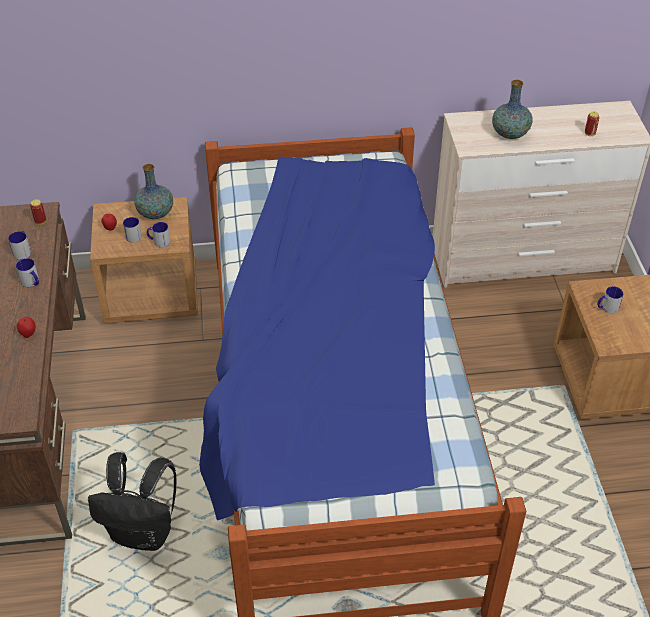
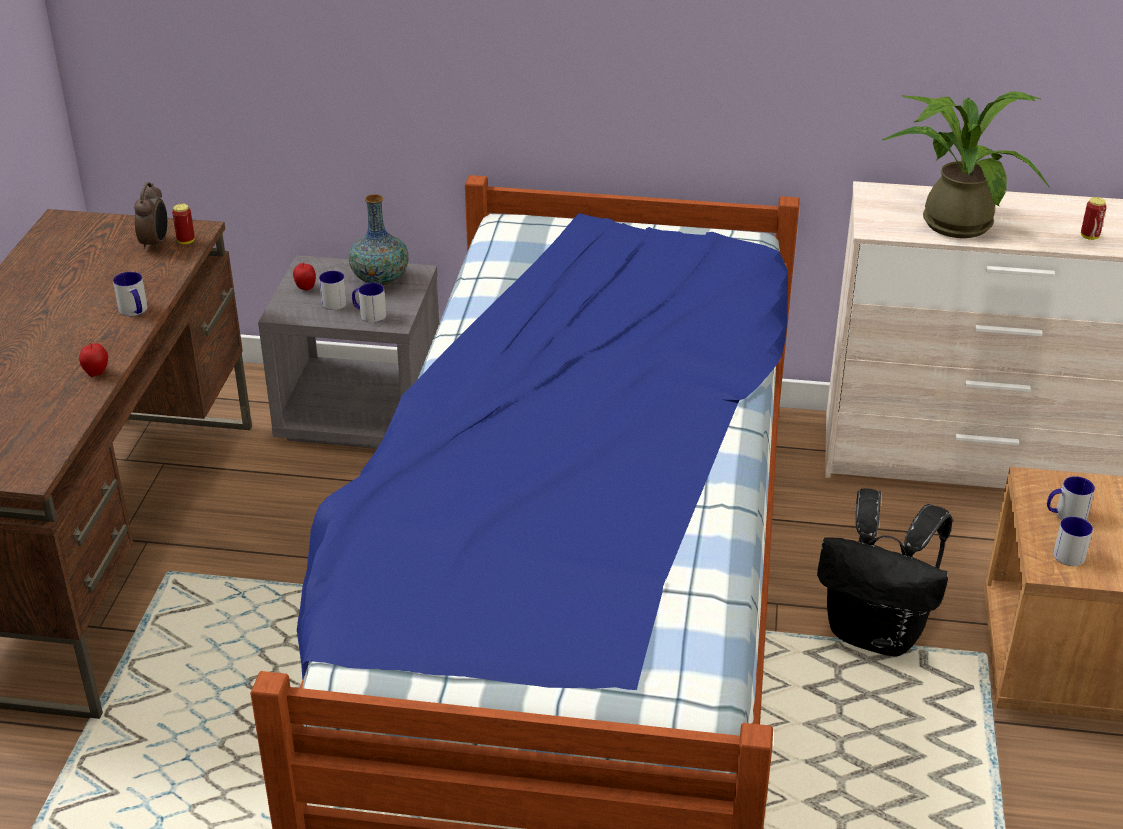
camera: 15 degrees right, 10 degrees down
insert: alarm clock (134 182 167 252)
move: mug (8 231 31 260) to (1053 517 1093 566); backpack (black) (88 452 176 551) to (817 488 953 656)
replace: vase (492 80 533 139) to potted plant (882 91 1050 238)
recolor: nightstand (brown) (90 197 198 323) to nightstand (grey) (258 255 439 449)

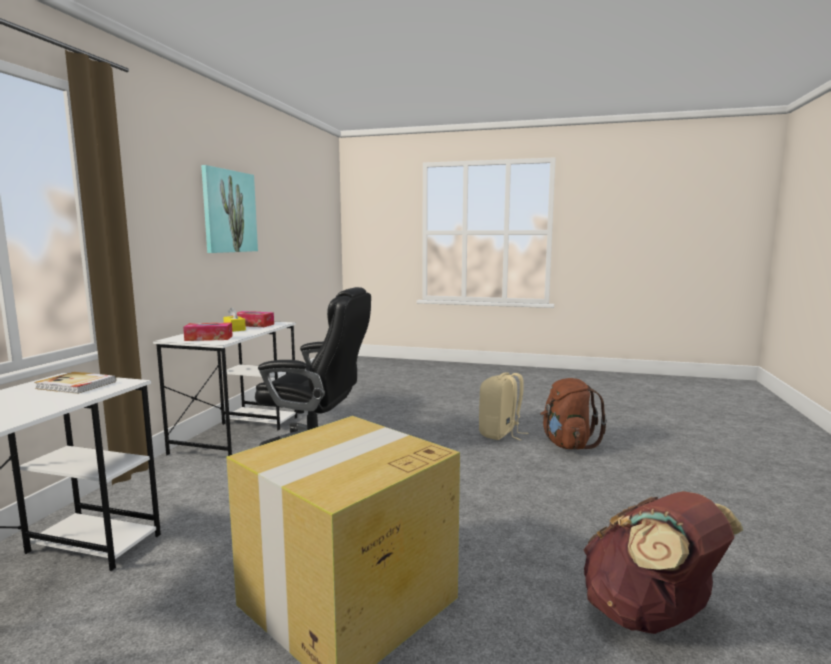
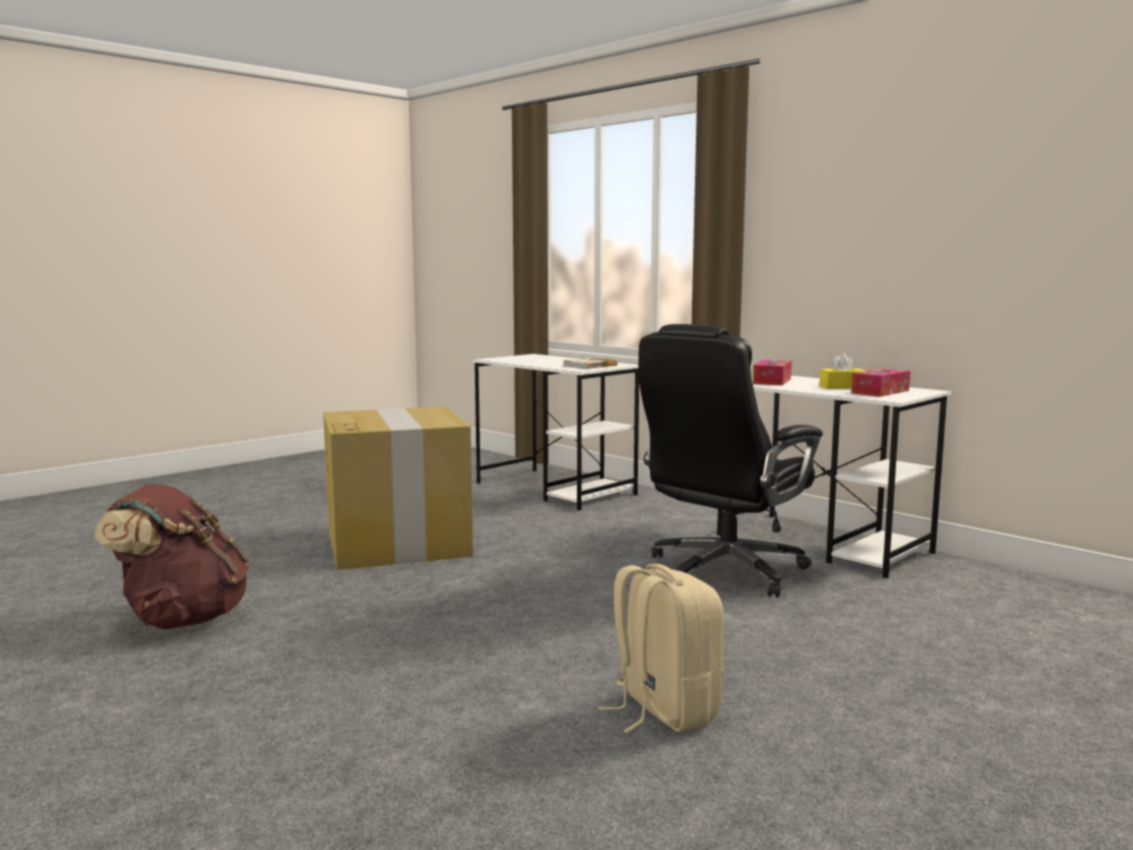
camera: 120 degrees right, 0 degrees up
delete: picture (201 165 258 253); backpack (brown) (540 378 607 449)

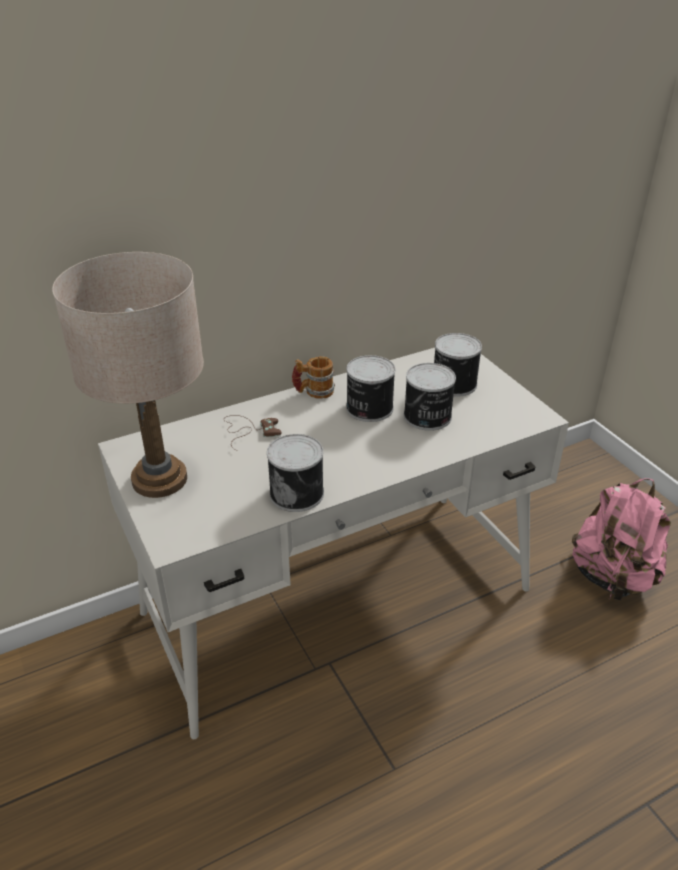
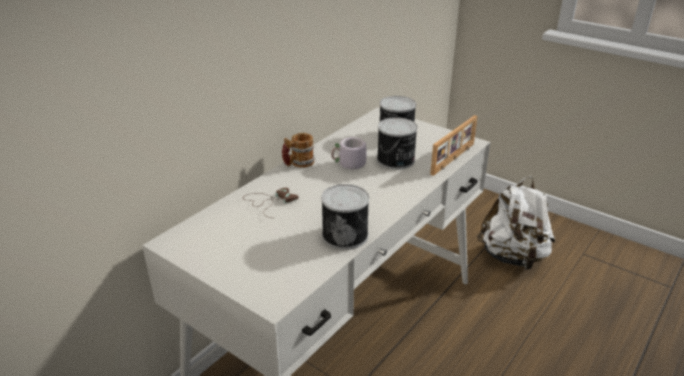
camera: 25 degrees left, 5 degrees down
delete: table lamp (beige) (52 252 204 498)
insert: picture frame (430 115 477 176)
replace: can (346 355 395 422) to mug (grey) (331 137 370 172)
recolor: backpack (pink) (572 478 671 600) to backpack (white) (477 176 555 270)

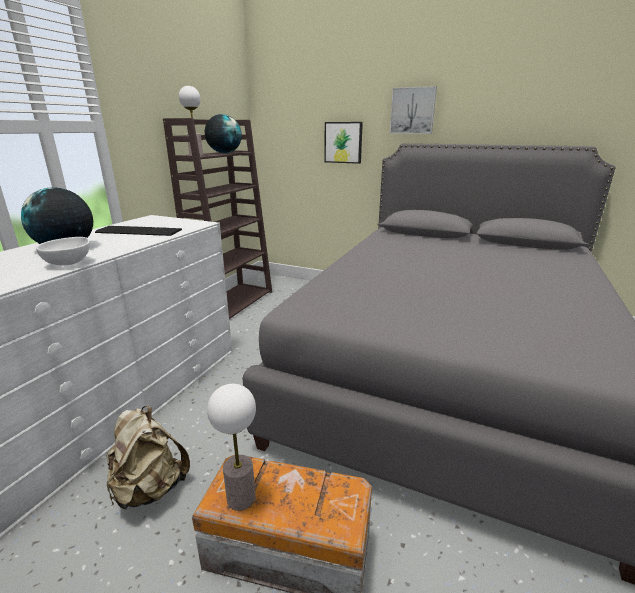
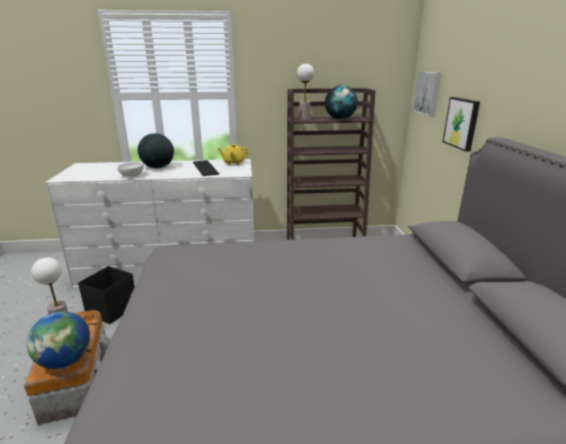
camera: 60 degrees right, 0 degrees up
insert: globe (27 311 90 369); teapot (yellow) (218 144 249 165)
move: picture (390 86 437 134) to (413 72 441 116)
replace: backpack (beige) (107 406 190 510) to storage box (black) (78 266 135 324)

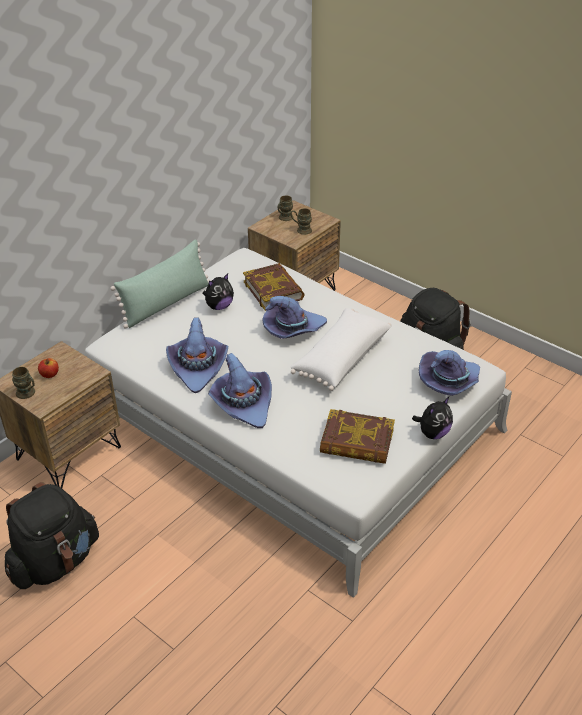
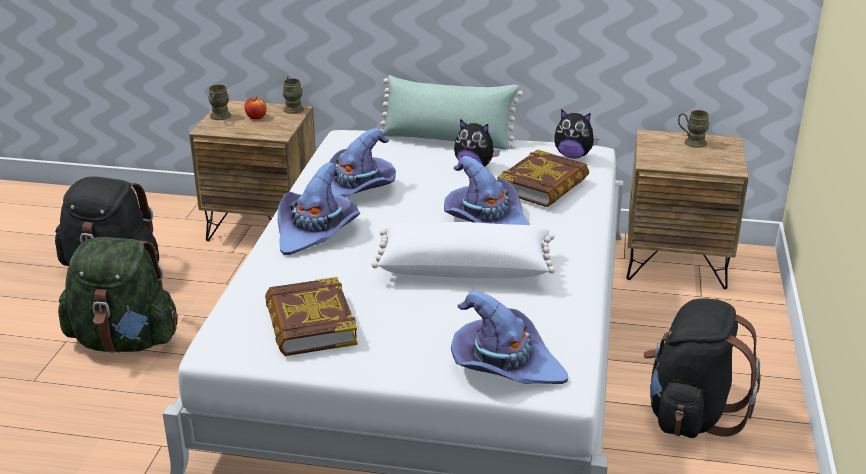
camera: 60 degrees right, 10 degrees down
insert: backpack (green) (58 237 178 353)
move: mug (brown) (291 208 312 235) to (282 76 304 114); plush toy (412 397 453 439) to (554 109 599 159)

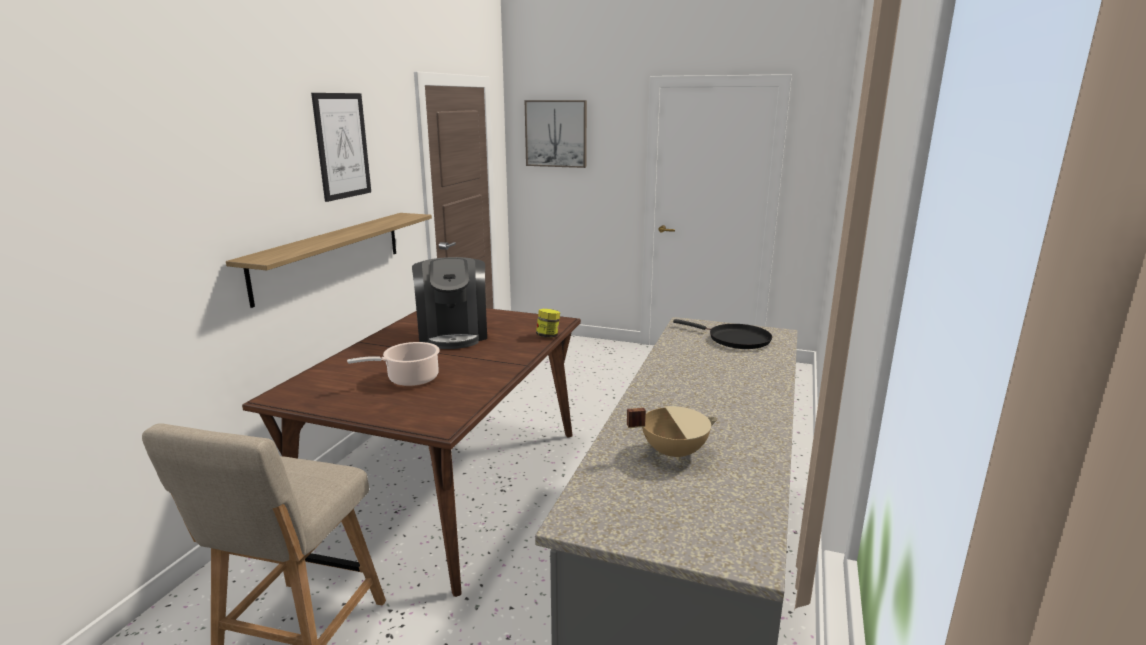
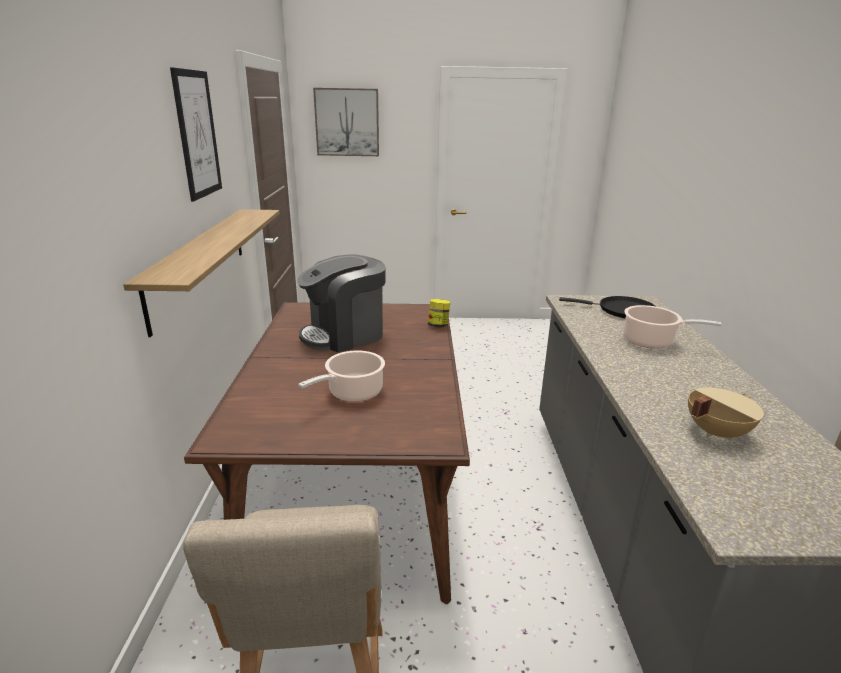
camera: 20 degrees left, 5 degrees up
insert: cooking pot (623 305 721 349)
rotate: coffee machine (412 257 487 349) = (297 254 385 352) 90 degrees clockwise

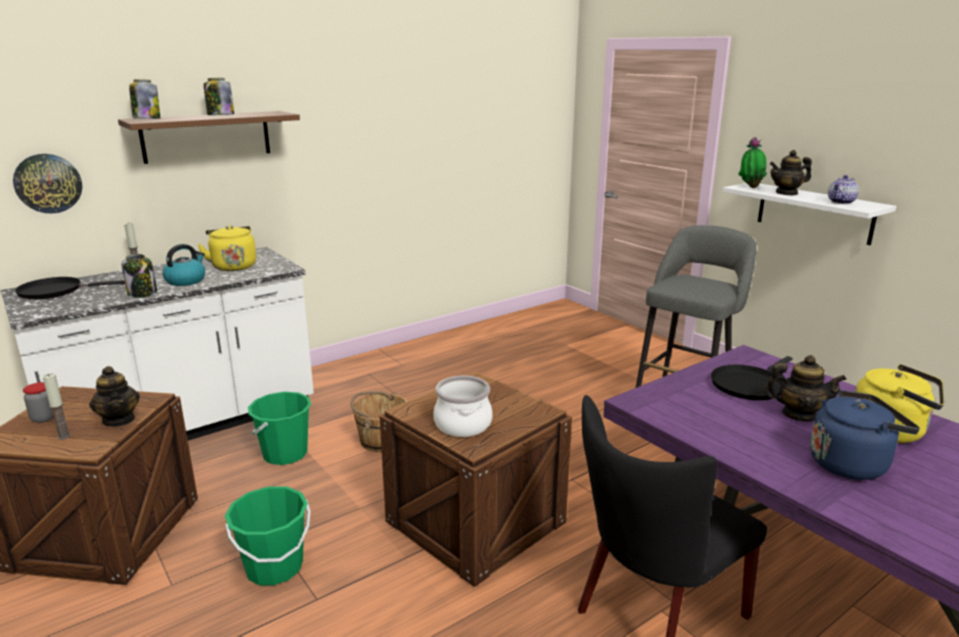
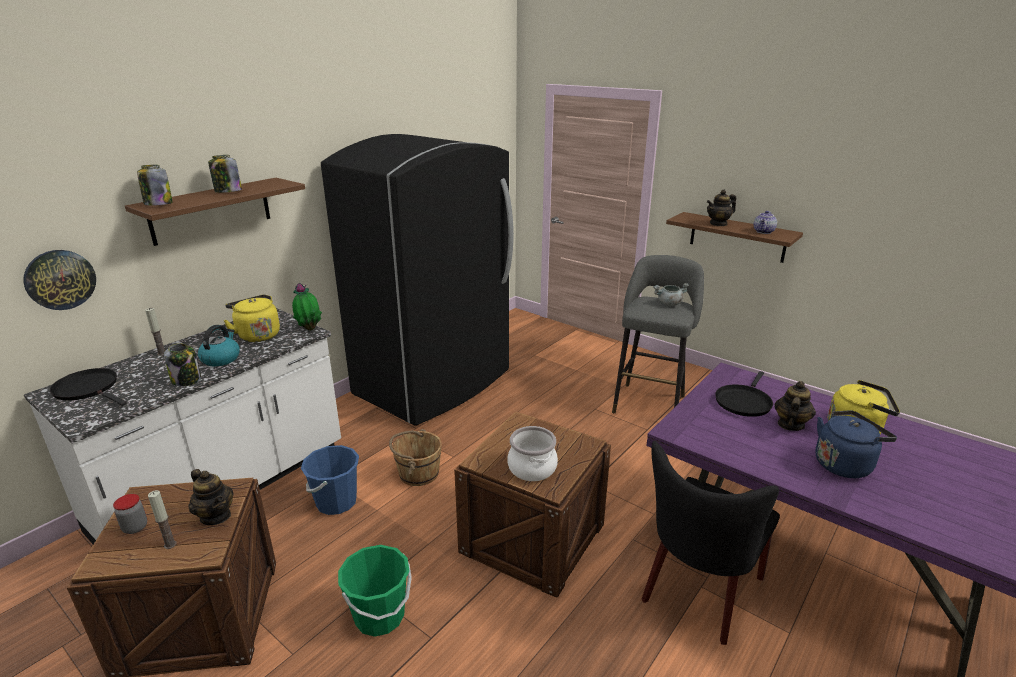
camera: 15 degrees left, 5 degrees up
insert: fridge (black) (321 134 514 426); cooking pot (grey) (653 283 689 306)
move: potted plant (738 137 767 188) to (292 283 322 331)
recolor: bucket (green) (248 392 311 465) to bucket (blue) (301 445 359 515); shelf (white) (722 183 897 245) to shelf (brown) (666 212 803 263)
rotate: frying pan (black) (15 277 125 299) = (50 368 127 406) 60 degrees clockwise; teapot (764 355 847 422) = (775 381 816 431) 60 degrees counterclockwise

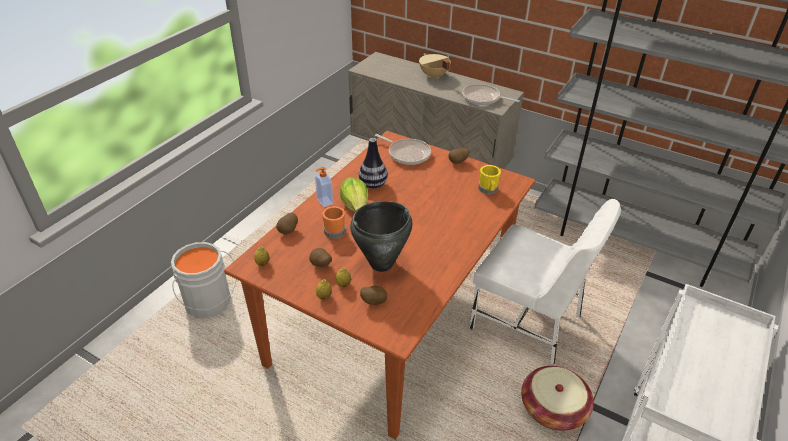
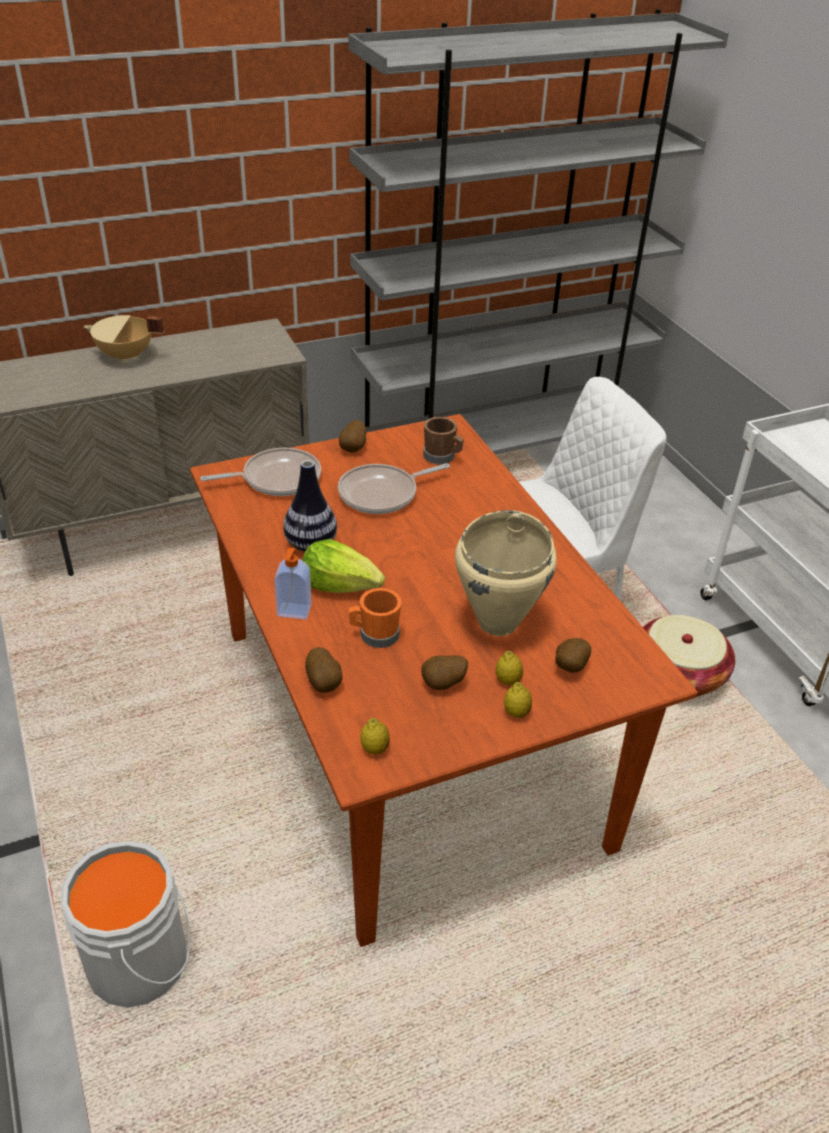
camera: 55 degrees left, 0 degrees up
move: frying pan (462 84 520 105) to (338 463 450 514)
recolor: cooking pot (black) (350 201 412 272) to cooking pot (beige) (455 510 557 636); mug (yellow) (479 165 501 194) to mug (brown) (423 417 464 464)

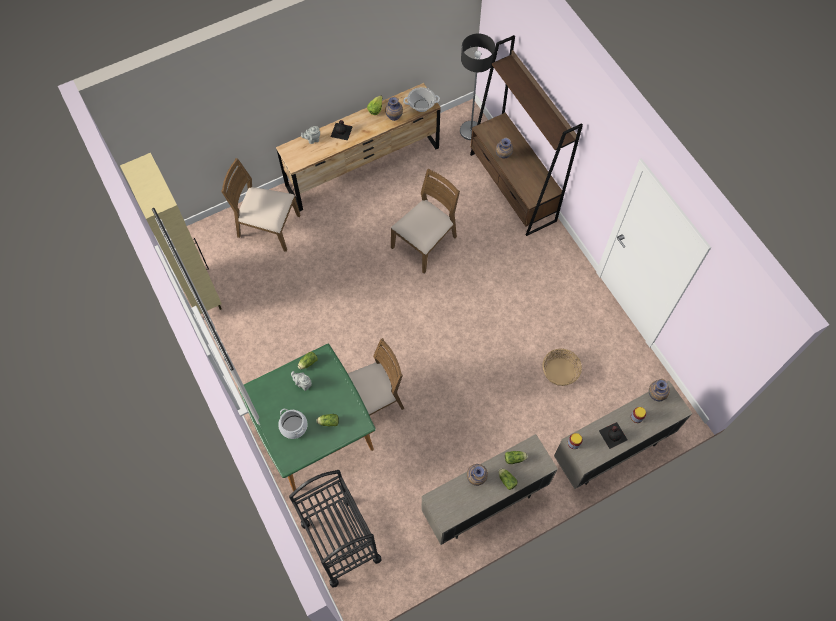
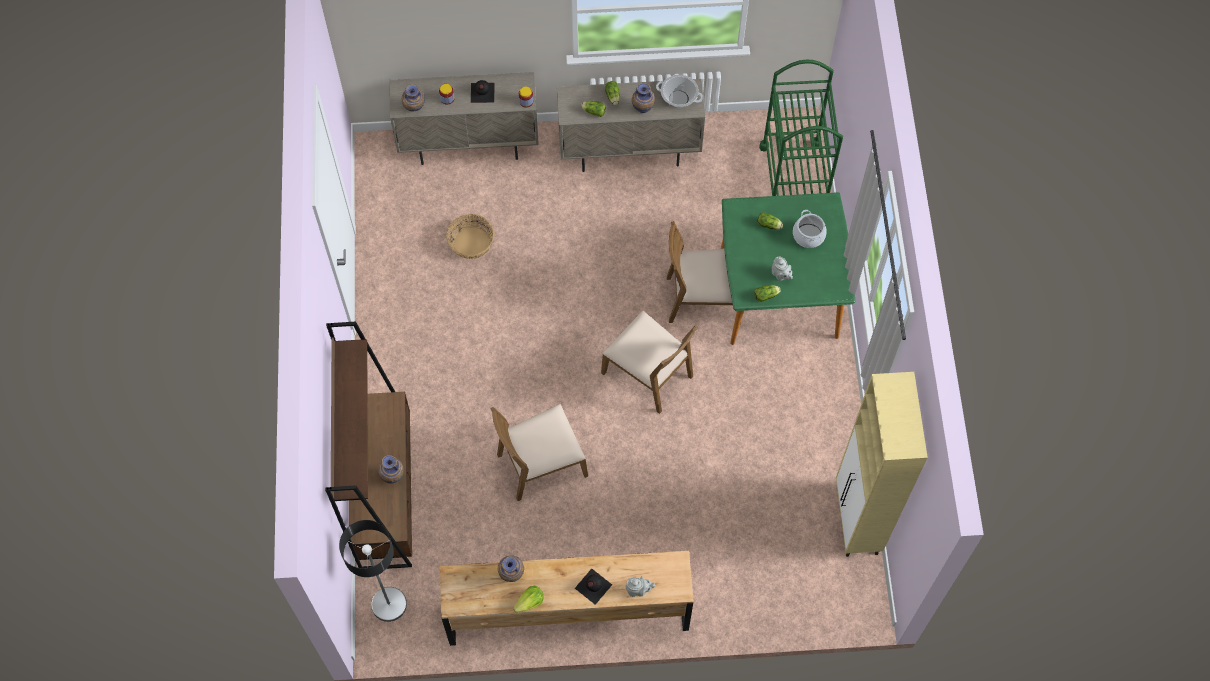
camera: 155 degrees left, 0 degrees up
move: chair (brown) (221 158 300 252) to (601 311 699 414); cooking pot (403 87 440 112) to (656 75 703 108)
recolor: cart (black) (289 470 382 587) to cart (green) (759 60 843 196)

